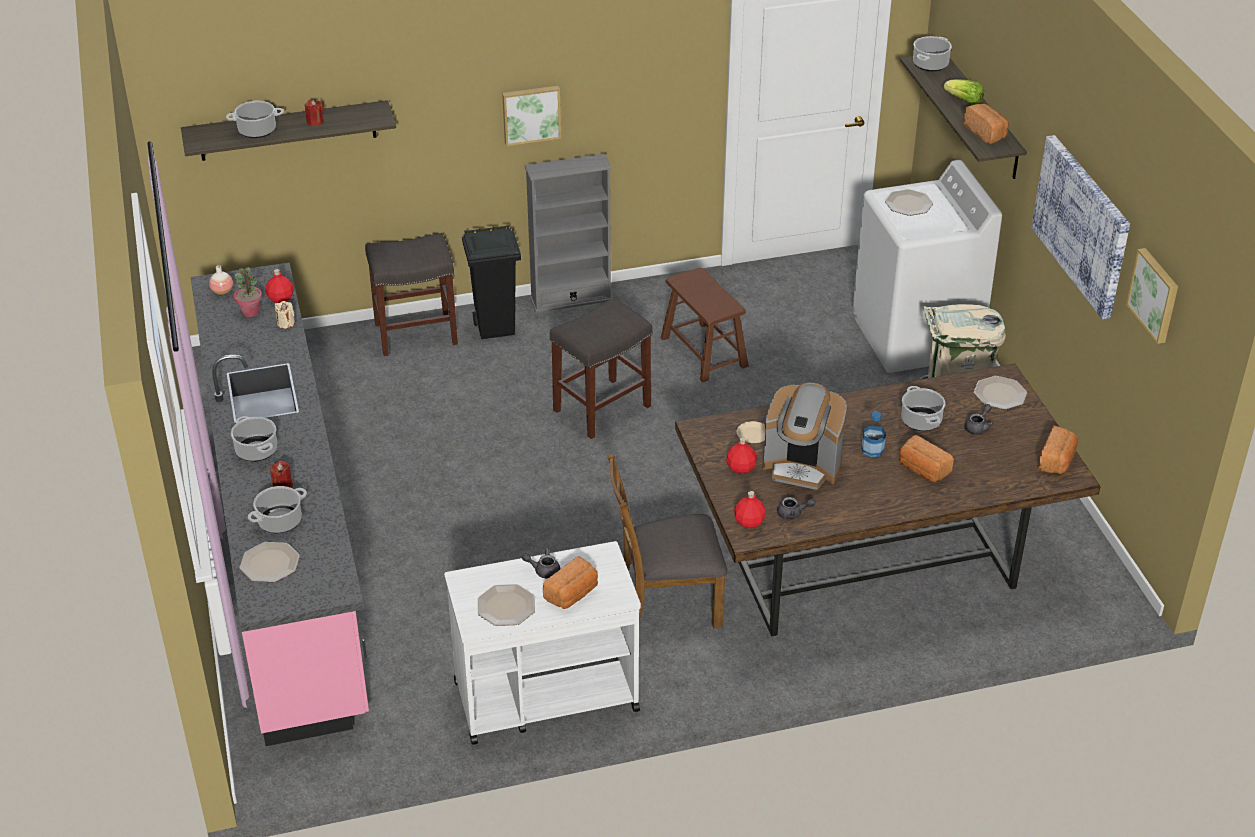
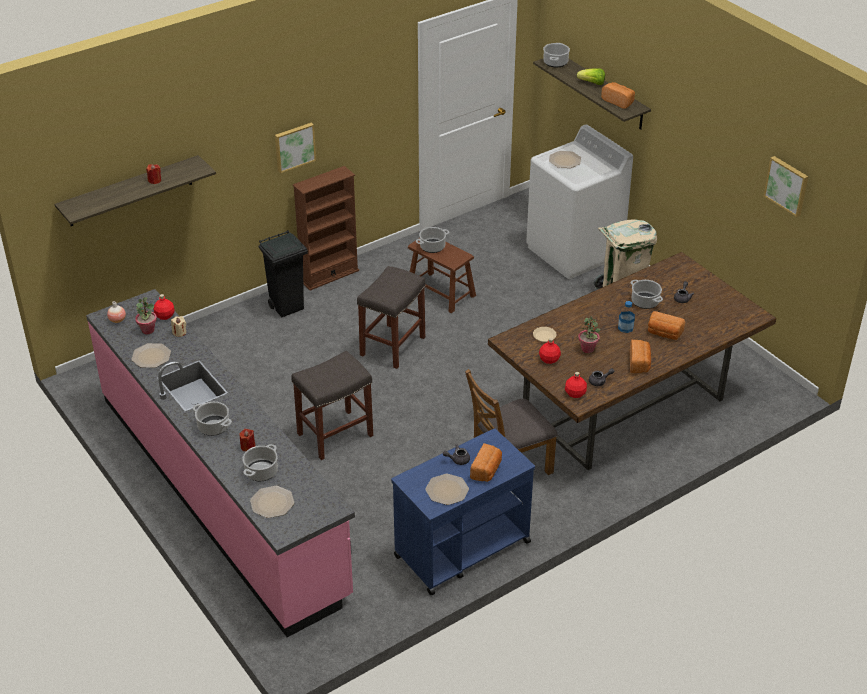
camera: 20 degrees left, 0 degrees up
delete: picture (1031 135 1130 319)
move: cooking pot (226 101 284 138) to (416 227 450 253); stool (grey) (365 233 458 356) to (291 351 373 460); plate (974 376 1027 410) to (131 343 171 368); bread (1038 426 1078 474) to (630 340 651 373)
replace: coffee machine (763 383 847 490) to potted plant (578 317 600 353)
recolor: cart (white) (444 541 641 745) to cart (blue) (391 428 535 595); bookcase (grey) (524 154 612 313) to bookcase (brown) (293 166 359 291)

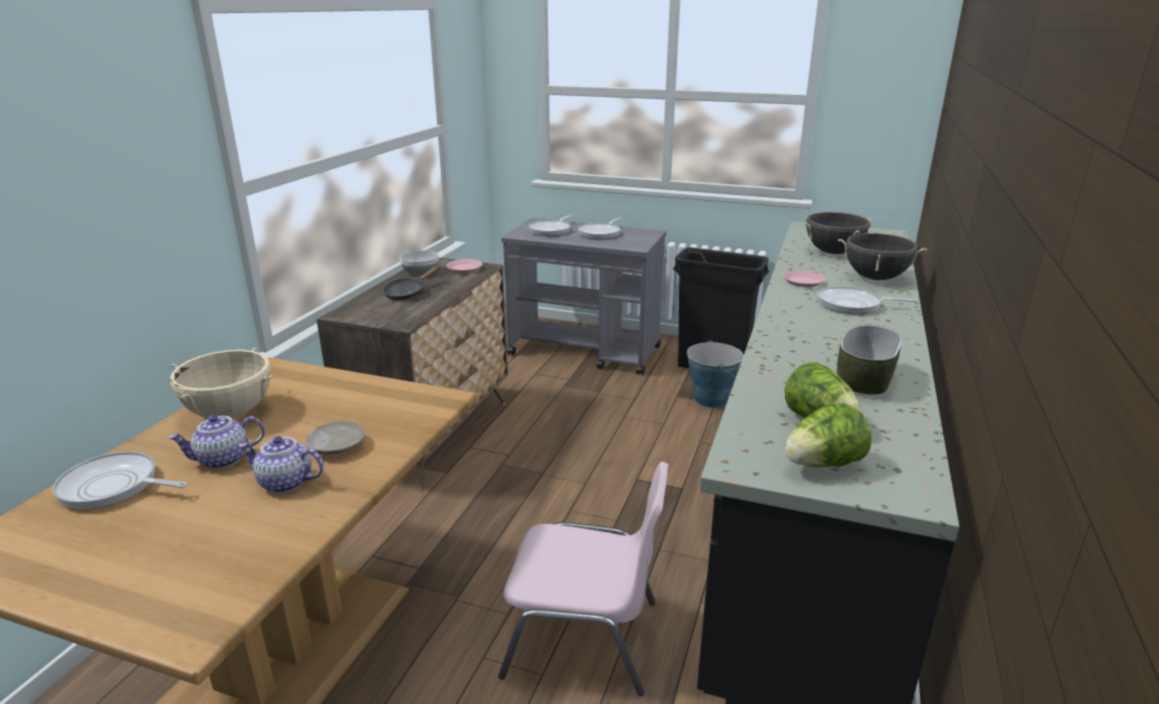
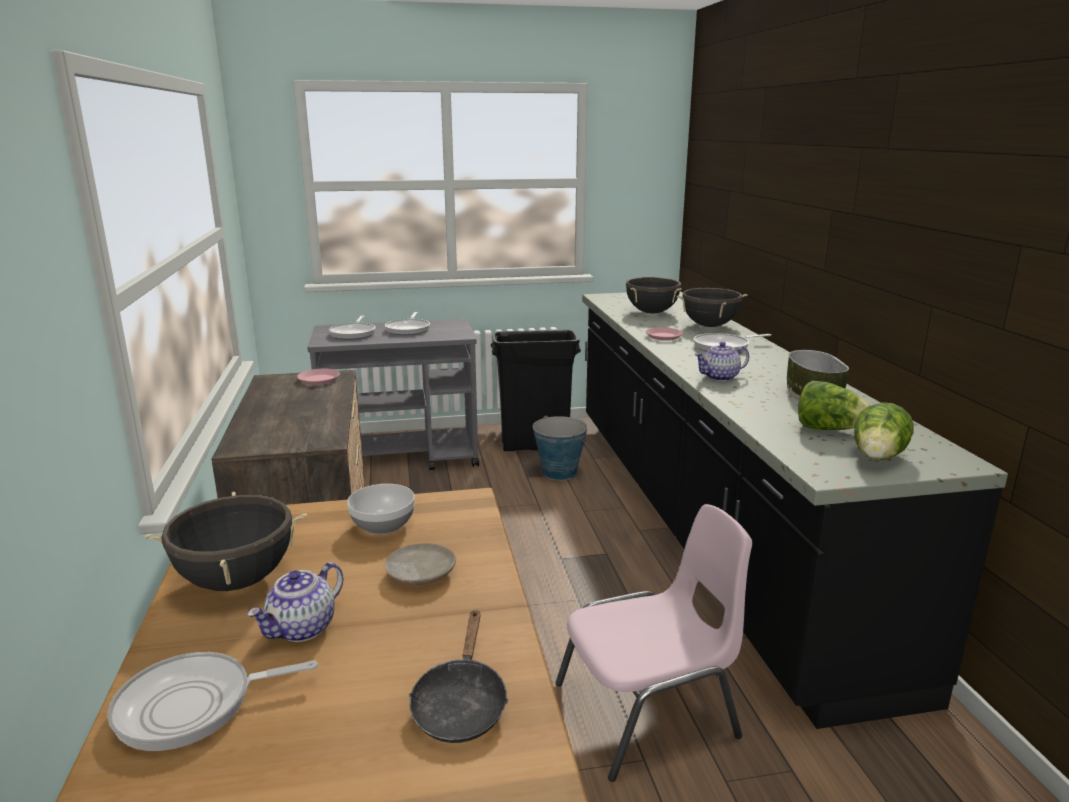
camera: 30 degrees left, 5 degrees down
move: teapot (239 436 324 493) to (694 342 749 381); frying pan (black) (383 266 440 300) to (409 609 508 743); bowl (400 250 439 276) to (347 484 415 535)
recolor: cooking pot (beige) (170 347 272 419) to cooking pot (black) (145 492 307 591)

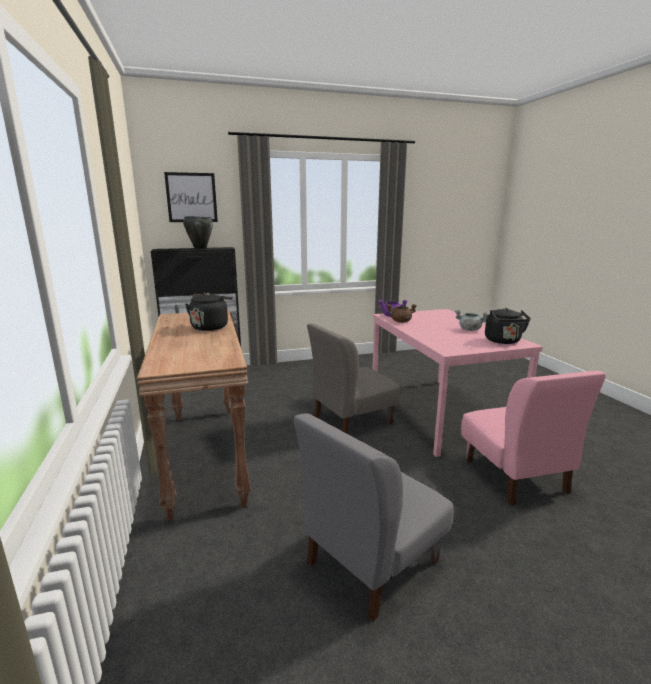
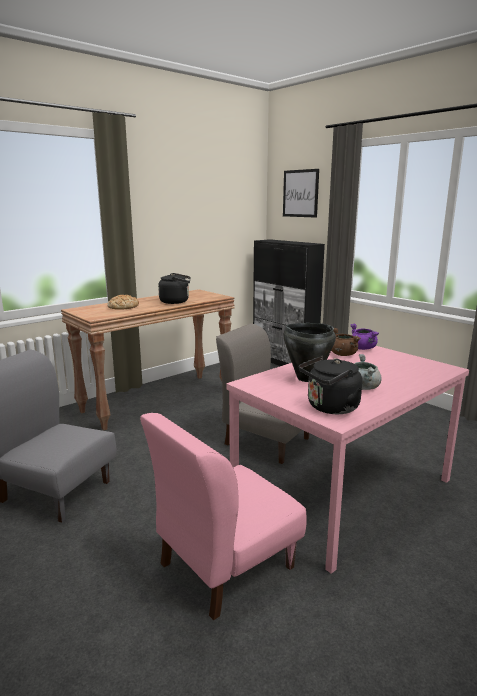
camera: 65 degrees right, 0 degrees up
insert: bread (107 295 139 310)
move: cooking pot (black) (183 216 213 249) to (283 323 336 382)

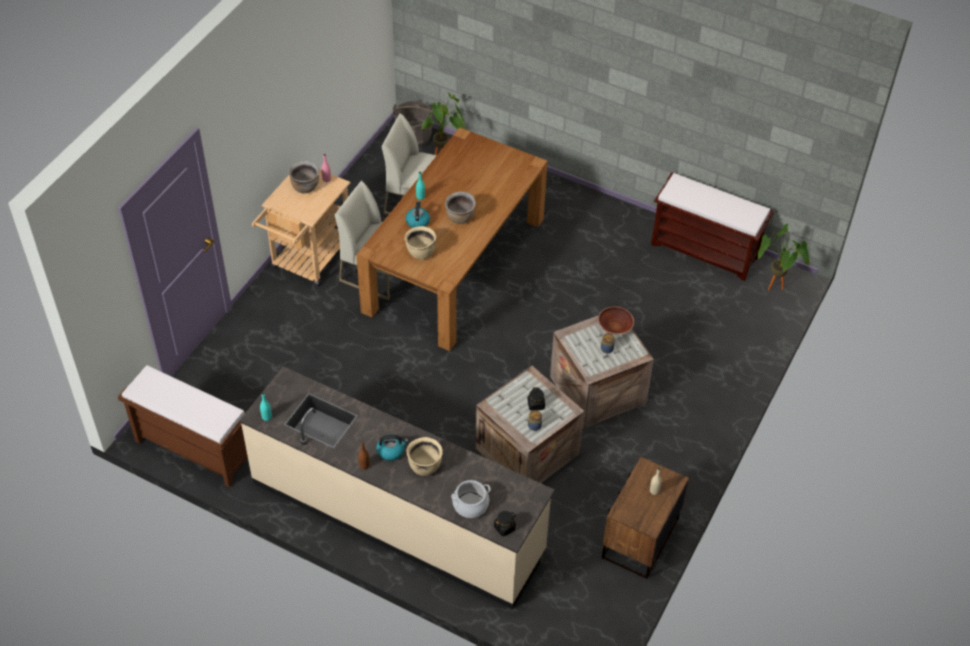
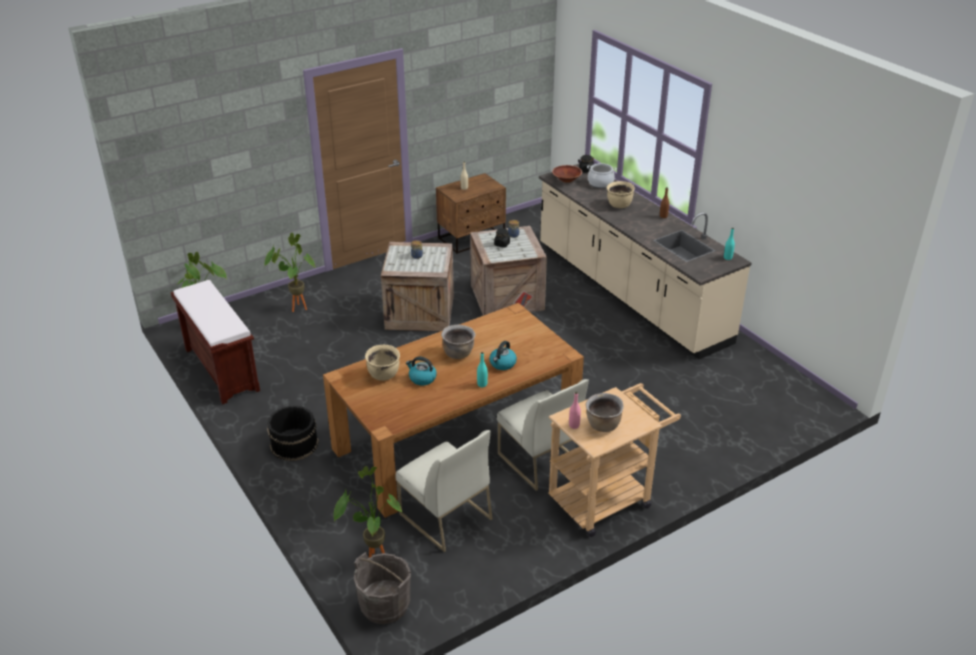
camera: 150 degrees left, 15 degrees down
delete: bench (brown) (118 365 248 487)
insert: potted plant (265 233 316 312); bucket (black) (267 405 319 461)
move: kettle (376 434 409 461) to (406 357 437 385); cooking pot (beige) (405 226 436 259) to (365 345 400 381); bowl (brown) (598 306 634 335) to (552 165 582 183)

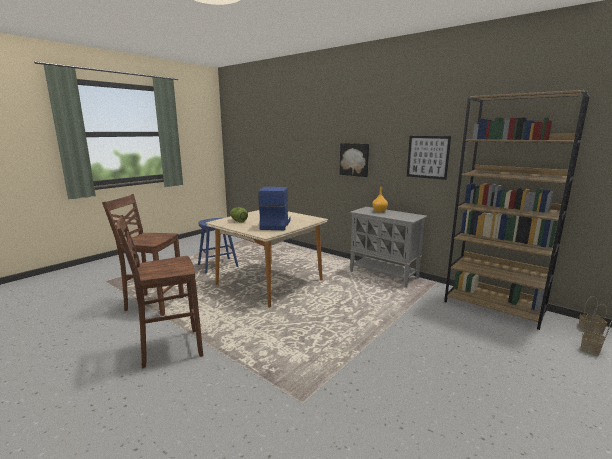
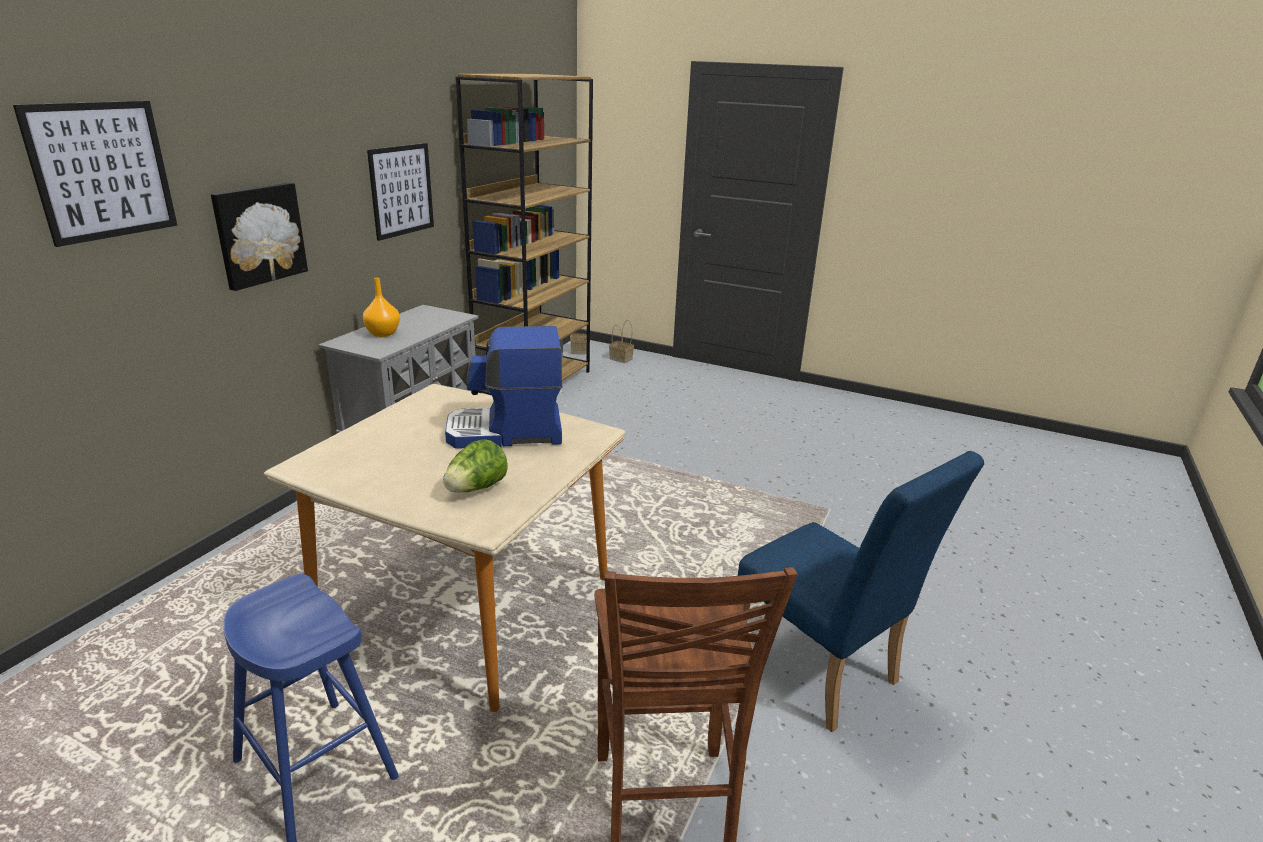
camera: 105 degrees left, 10 degrees up
insert: picture (13 101 177 247)
replace: stool (brown) (117 215 203 368) to chair (blue) (738 451 984 732)

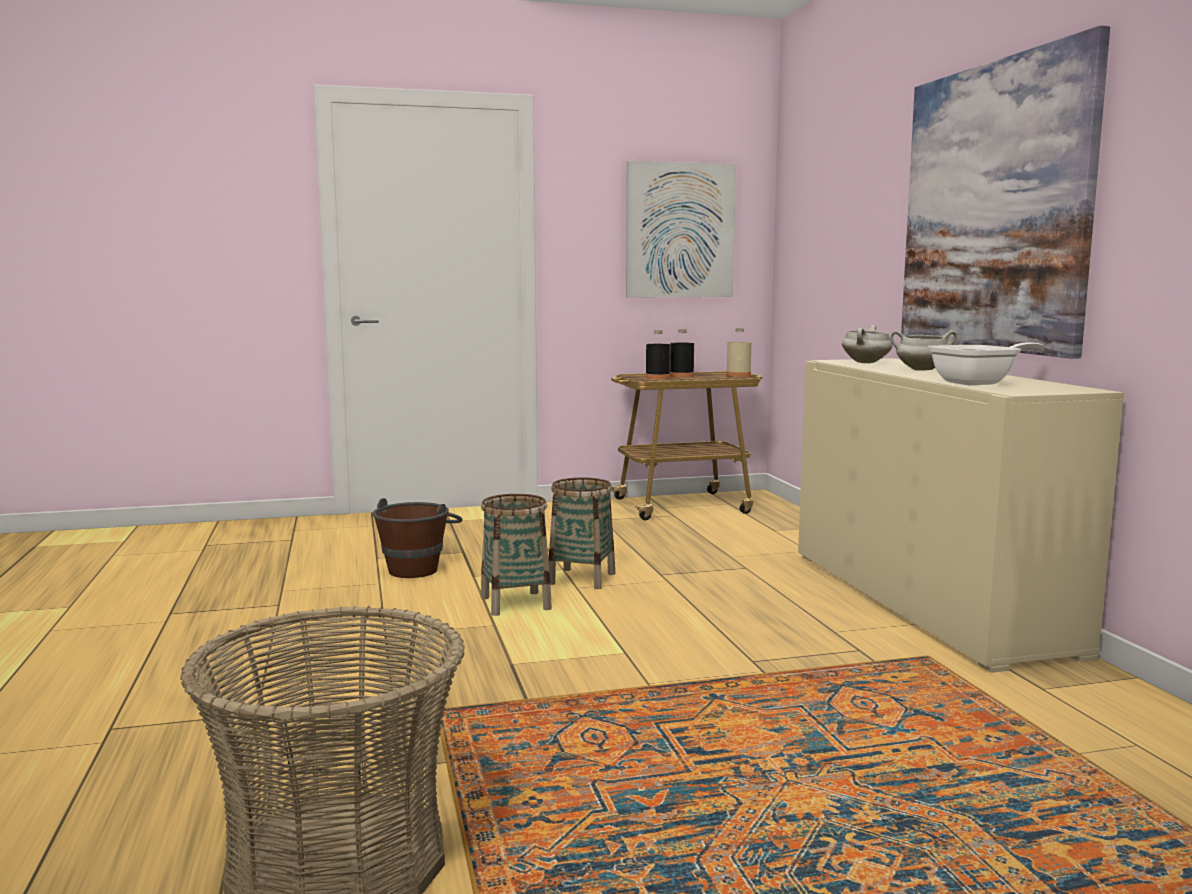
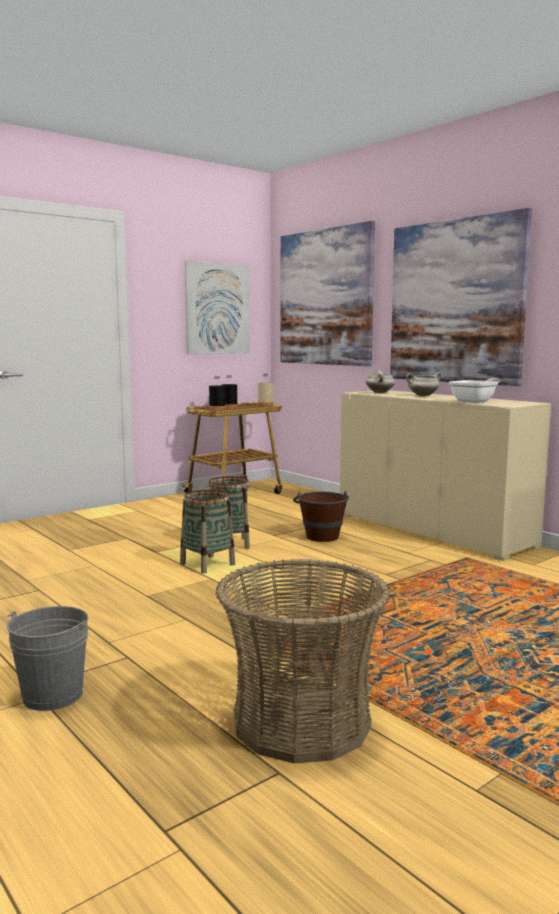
camera: 25 degrees left, 0 degrees up
insert: bucket (grey) (7 606 88 711); picture (281 221 375 366)
move: bucket (brown) (372 498 463 578) to (293 490 349 542)

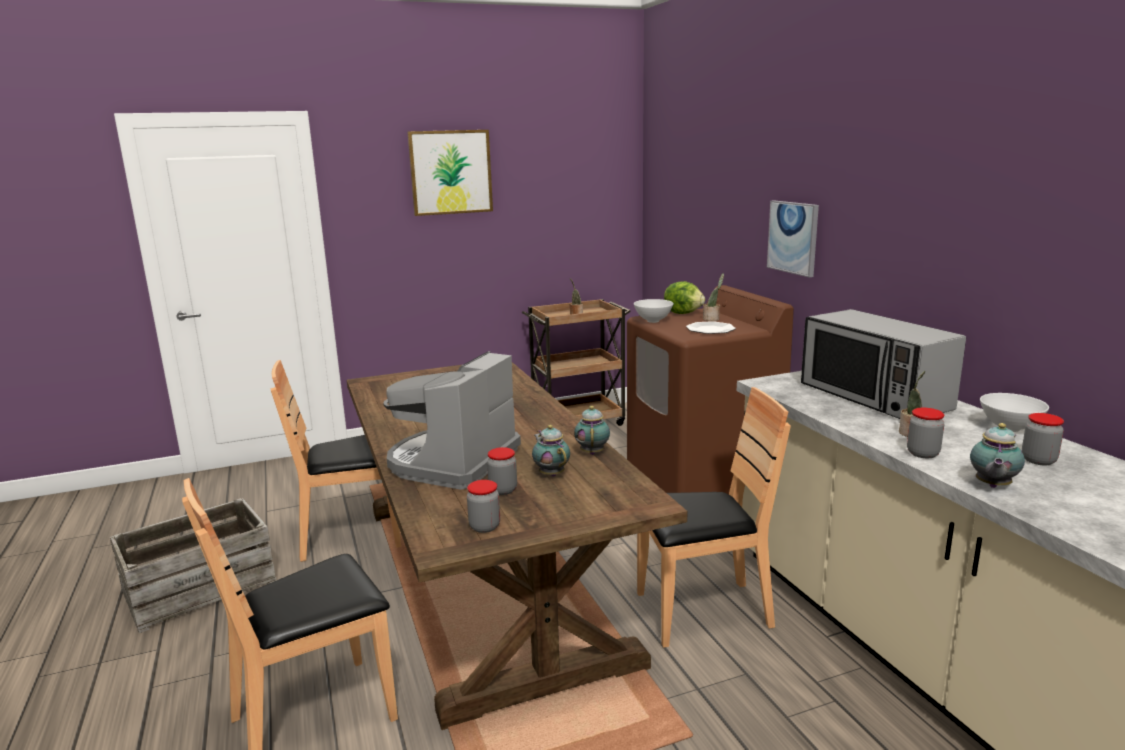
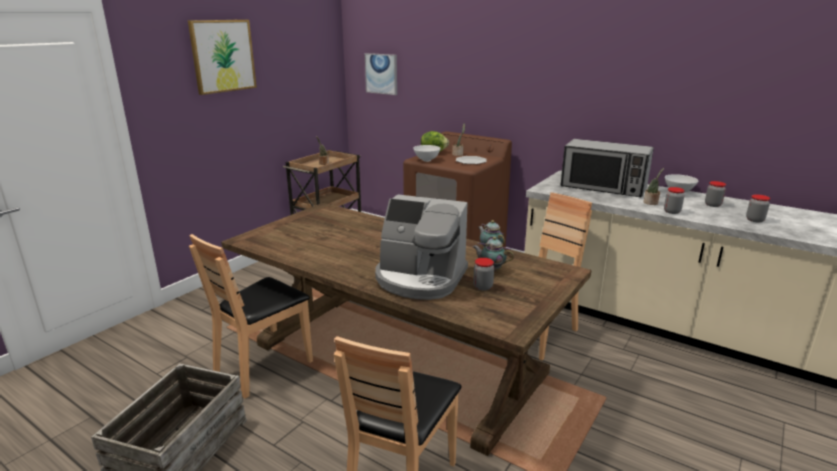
camera: 35 degrees left, 5 degrees up
delete: teapot (970 423 1025 488)
move: jar (467 480 500 533) to (746 194 770 222); picture (767 200 819 278) to (365 53 397 95)
rotate: coffee machine (384 351 521 490) = (375 194 468 300) 60 degrees counterclockwise

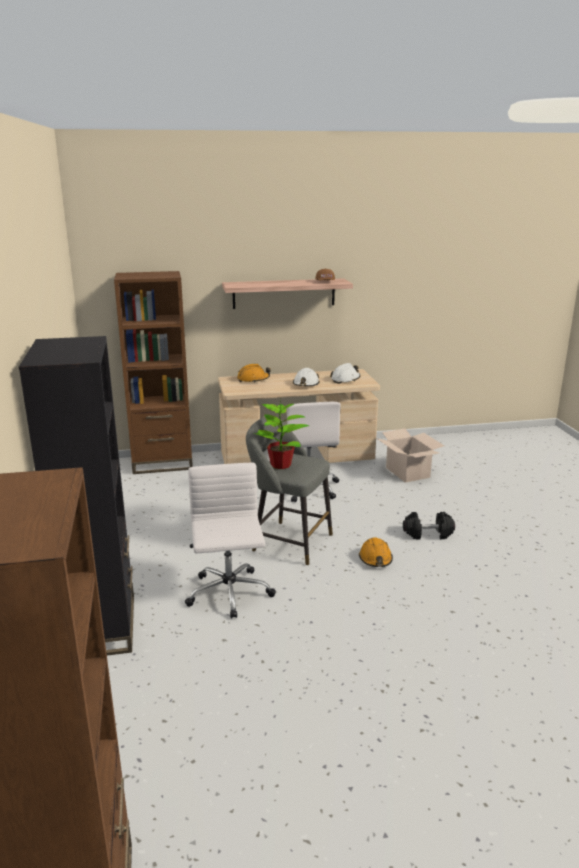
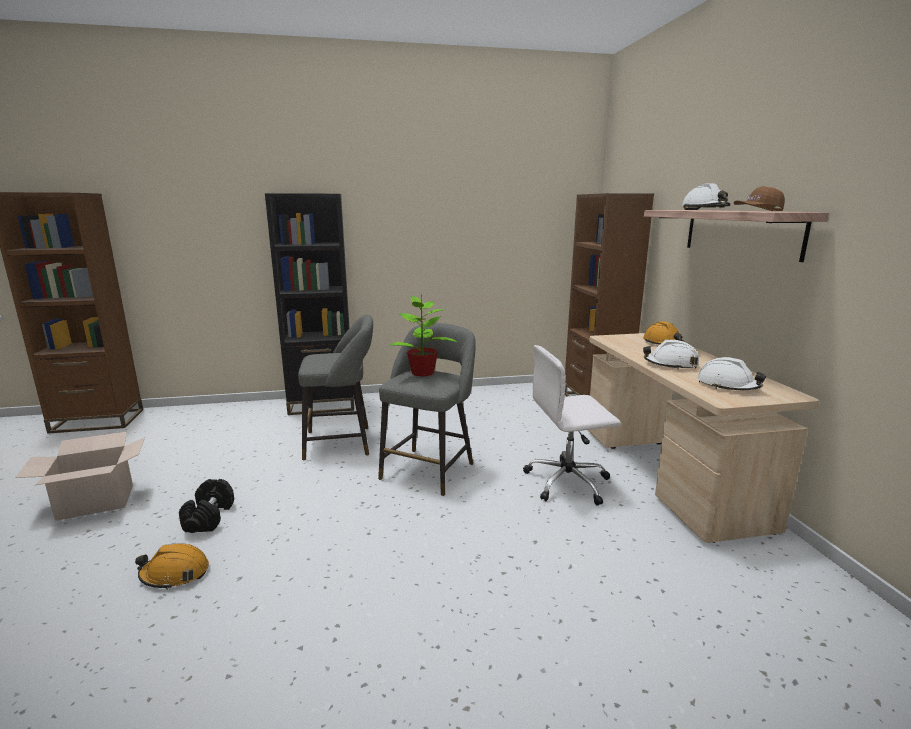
camera: 90 degrees right, 5 degrees down
insert: hard hat (white) (682 183 730 210)
move: hard hat (orange) (359 537 393 567) to (135 543 209 590); cardboard box (376 428 444 483) to (15 432 145 521); dumbbell (black) (403 512 455 540) to (179 479 234 533)
replace: office chair (white) (185 463 276 619) to stool (grey) (298 315 373 461)

